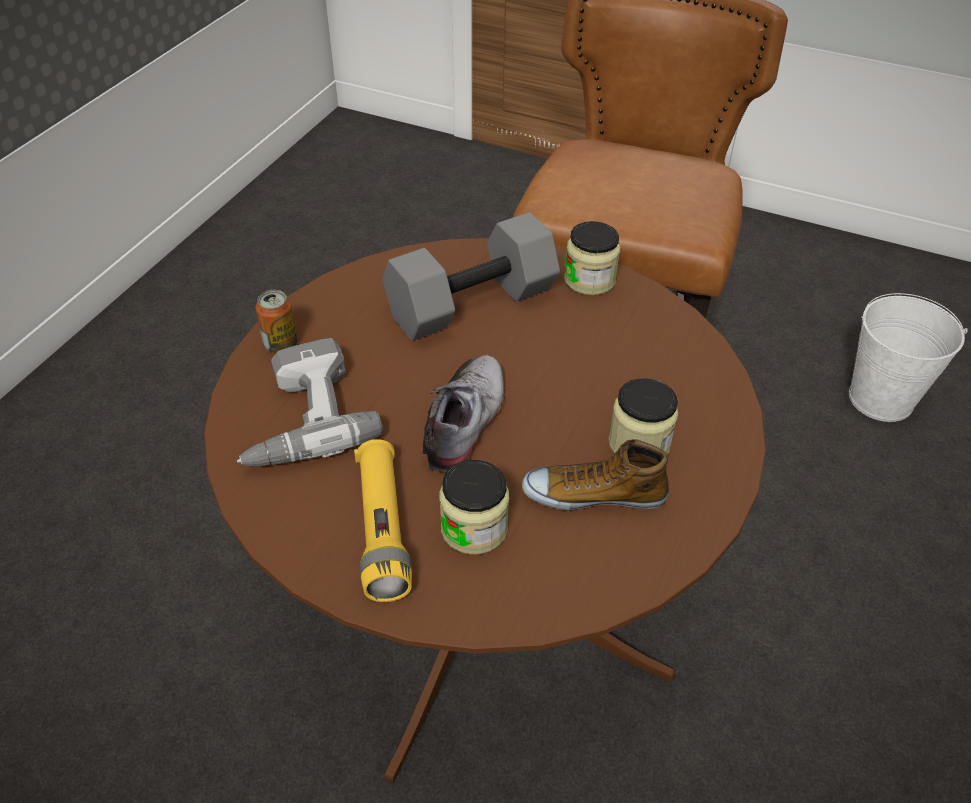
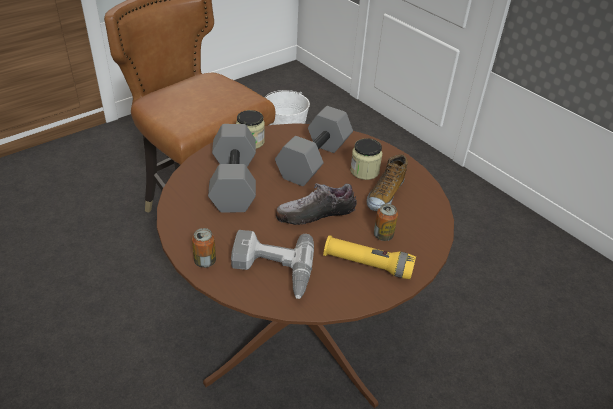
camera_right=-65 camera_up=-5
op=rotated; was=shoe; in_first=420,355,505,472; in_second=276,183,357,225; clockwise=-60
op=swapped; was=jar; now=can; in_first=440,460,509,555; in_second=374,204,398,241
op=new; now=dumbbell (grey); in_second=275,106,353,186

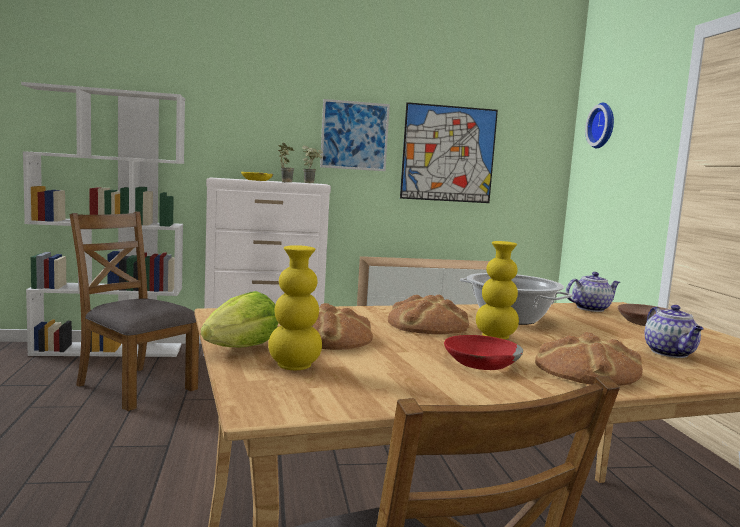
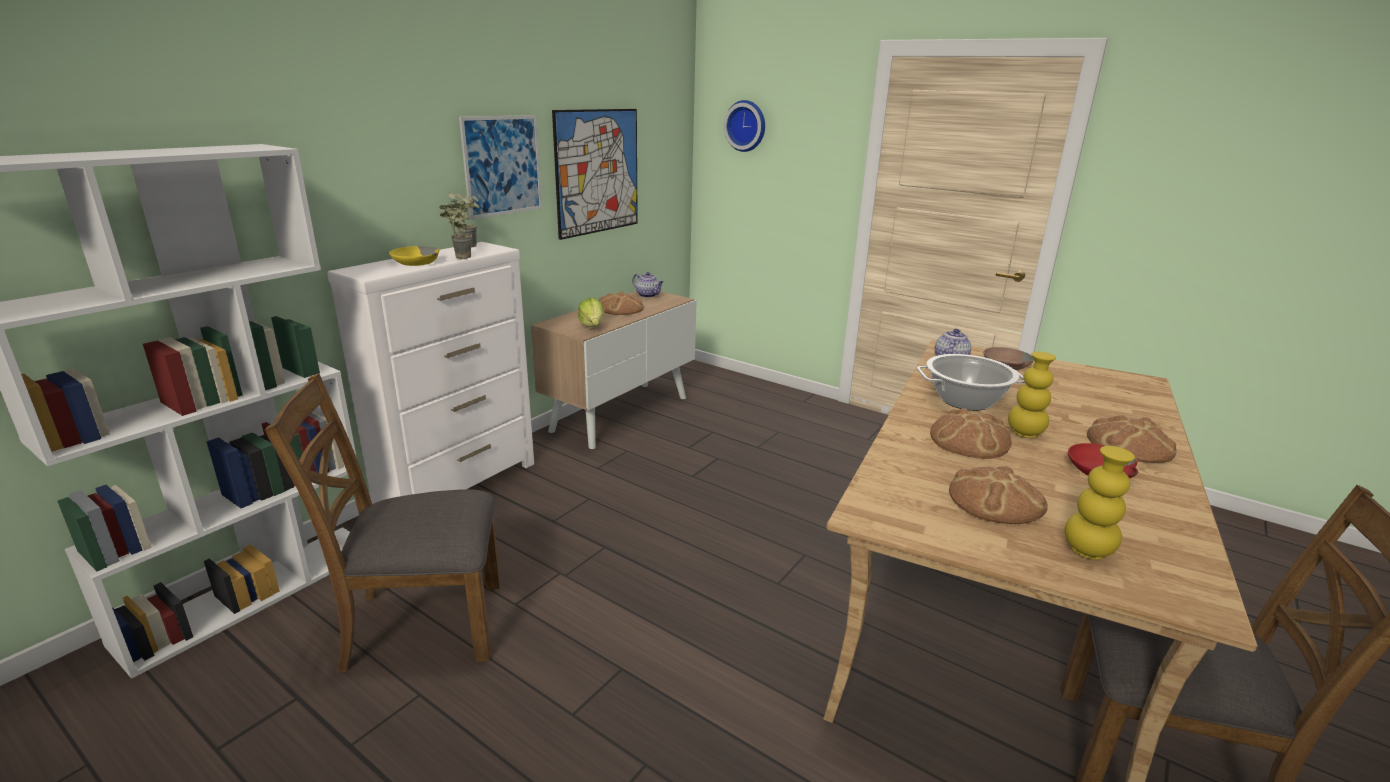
camera_right=-45 camera_up=15
op=shifted; was=lettuce; in_first=201,291,279,347; in_second=578,298,604,327
op=shifted; was=teapot; in_first=644,305,704,358; in_second=632,272,664,298
op=new; now=bread; in_second=599,291,644,315

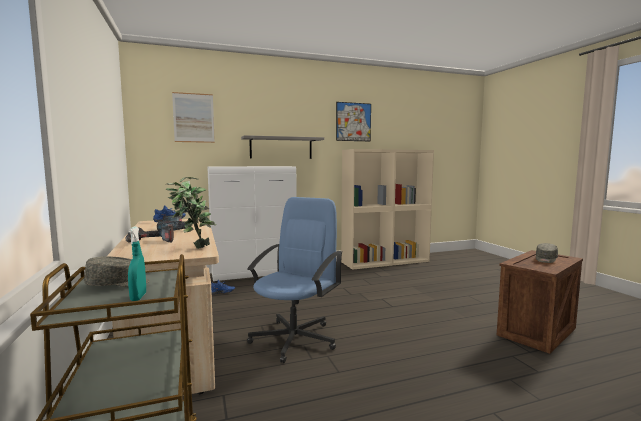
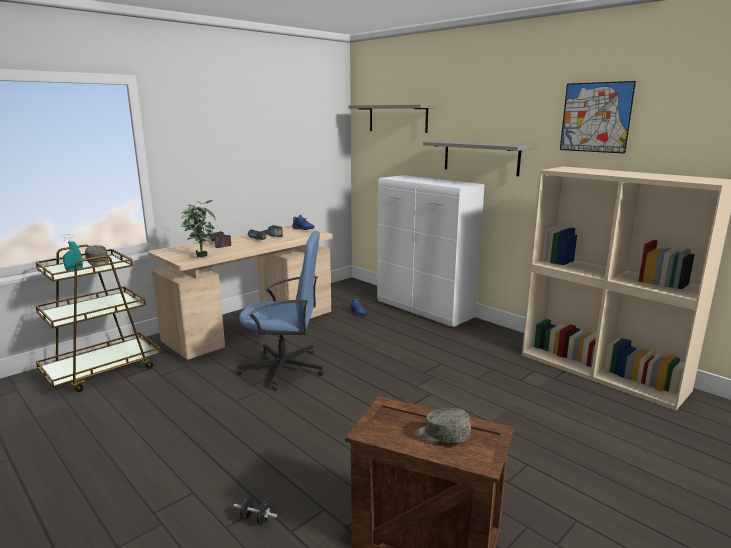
camera_right=65 camera_up=10
op=swapped; was=picture; now=shelf (grey); in_first=172,92,215,143; in_second=349,105,436,133
op=new; now=dumbbell (black); in_second=233,497,277,524

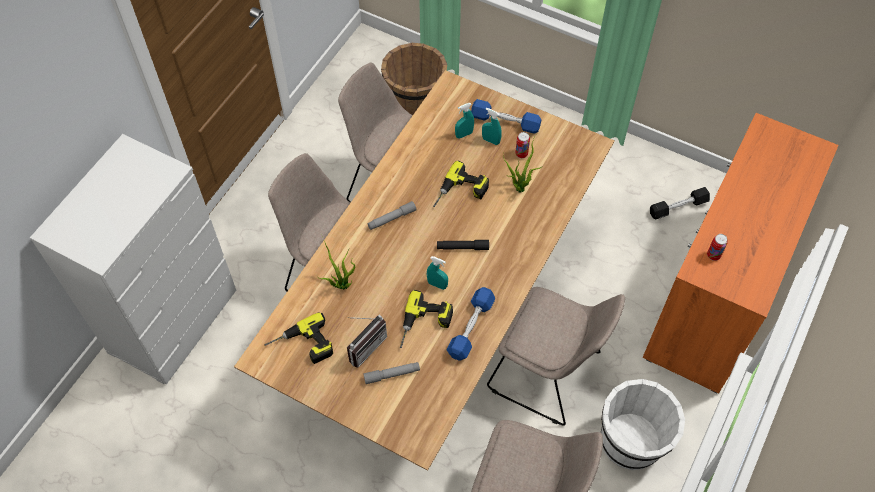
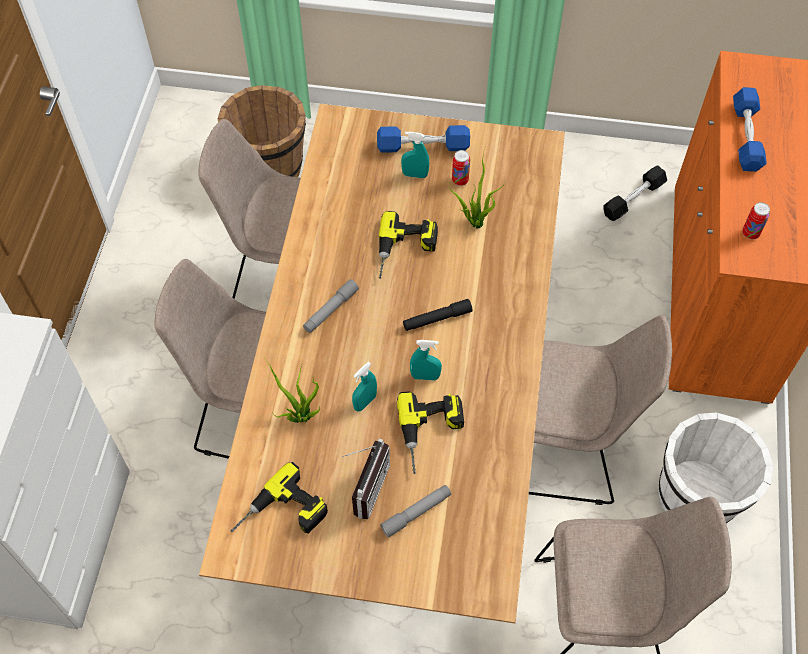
camera_right=-20 camera_up=0
op=shifted; was=dumbbell (blue); in_first=447,287,495,360; in_second=733,87,767,172
op=shifted; was=spray bottle (turquoise); in_first=455,103,474,139; in_second=352,362,377,412

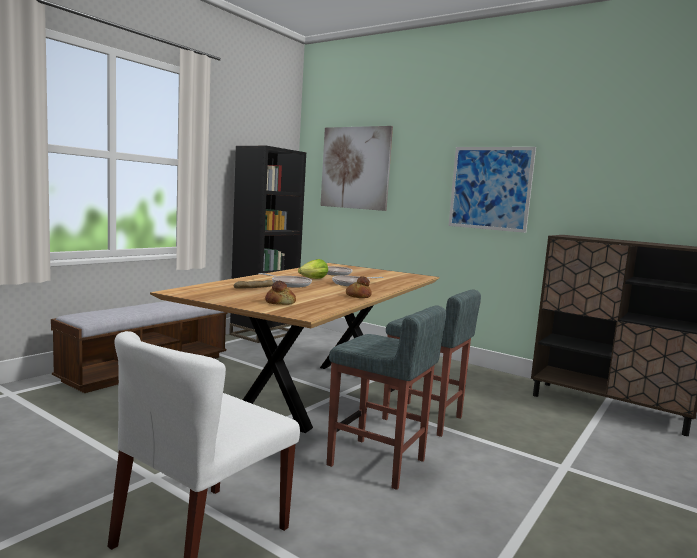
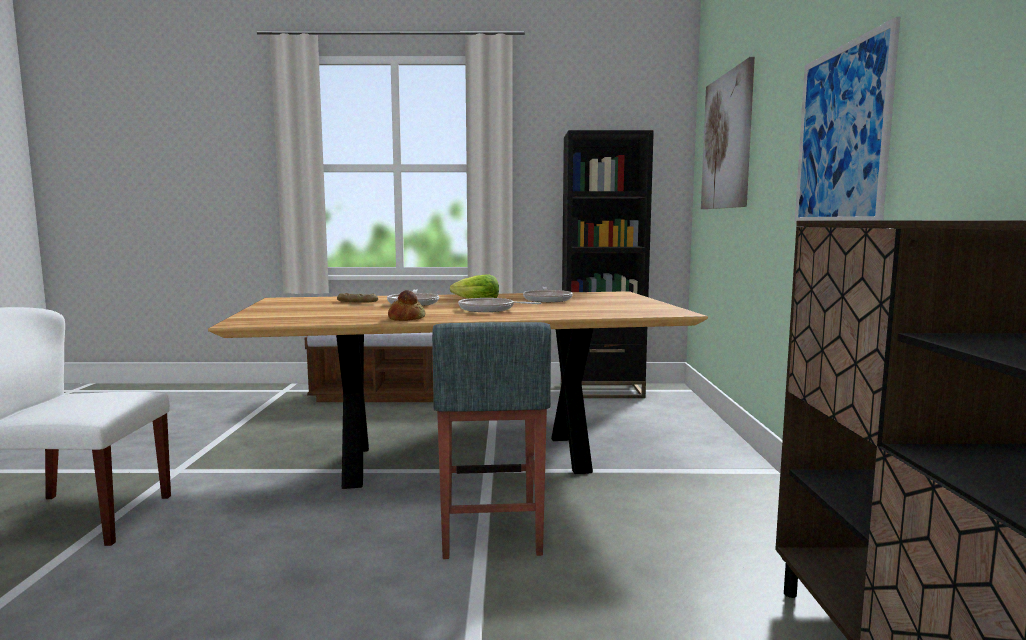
camera_right=55 camera_up=0
op=gone; was=bread; in_first=265,281,296,305
op=gone; was=stool (grey); in_first=327,305,446,490

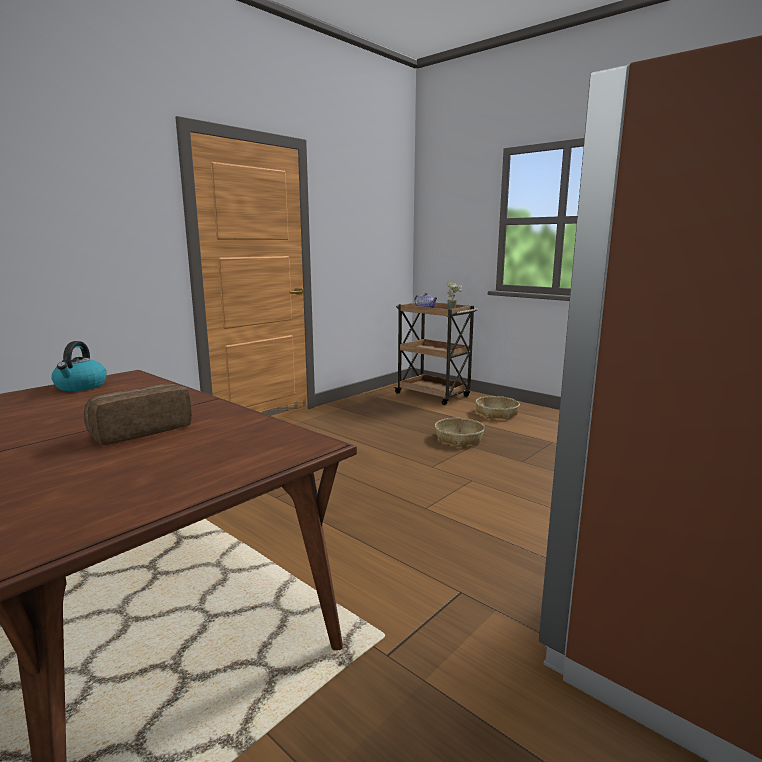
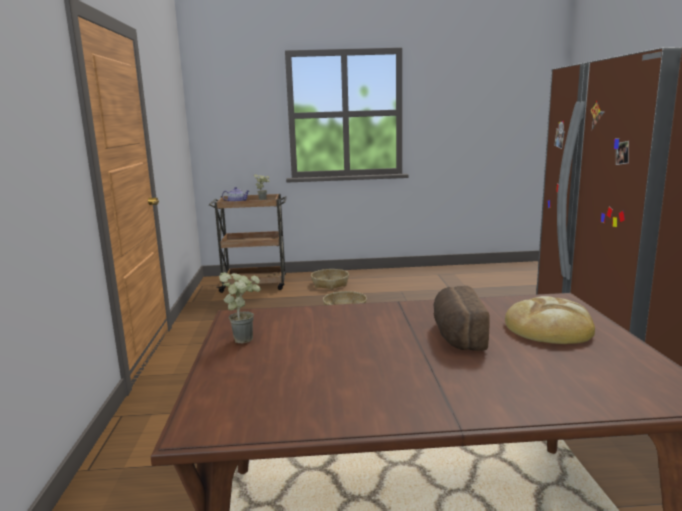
camera_right=-45 camera_up=0
op=swapped; was=kettle; now=potted plant; in_first=51,341,107,391; in_second=219,272,261,344
op=new; now=bread; in_second=505,296,595,344

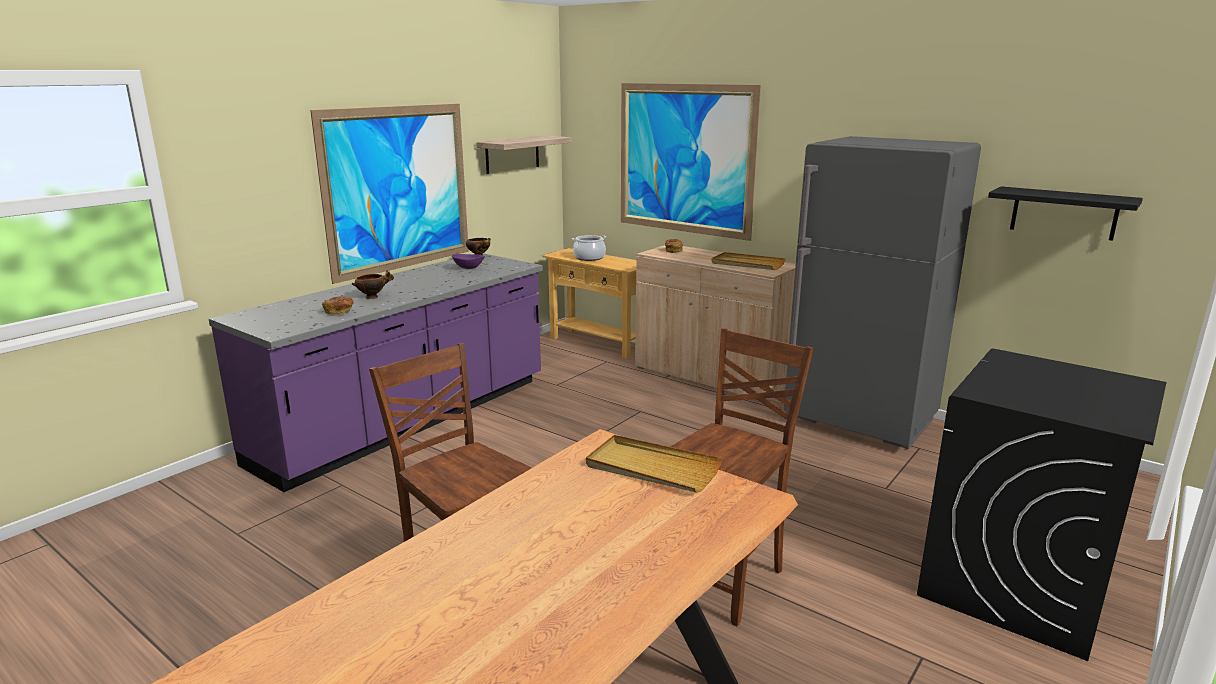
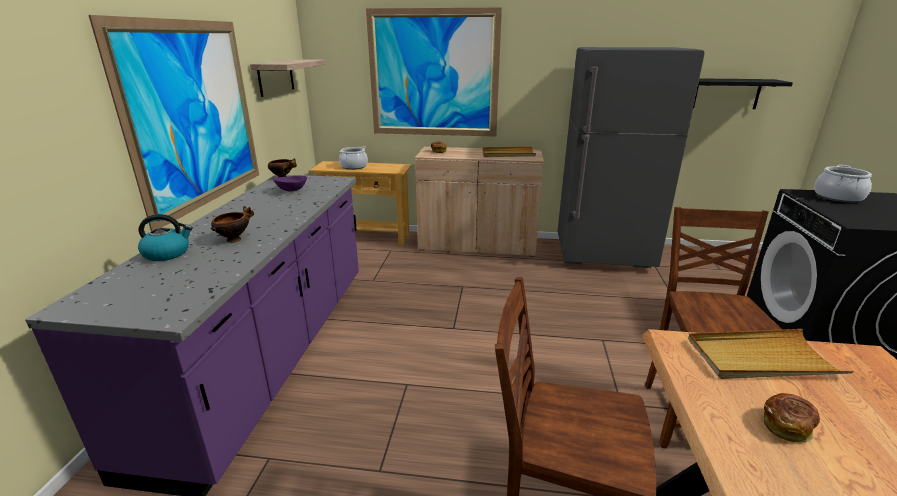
camera_right=-30 camera_up=5
op=shifted; was=bread; in_first=322,296,354,315; in_second=764,393,820,443
op=new; now=kettle; in_second=138,214,193,261
op=new; now=cooking pot; in_second=815,165,872,203

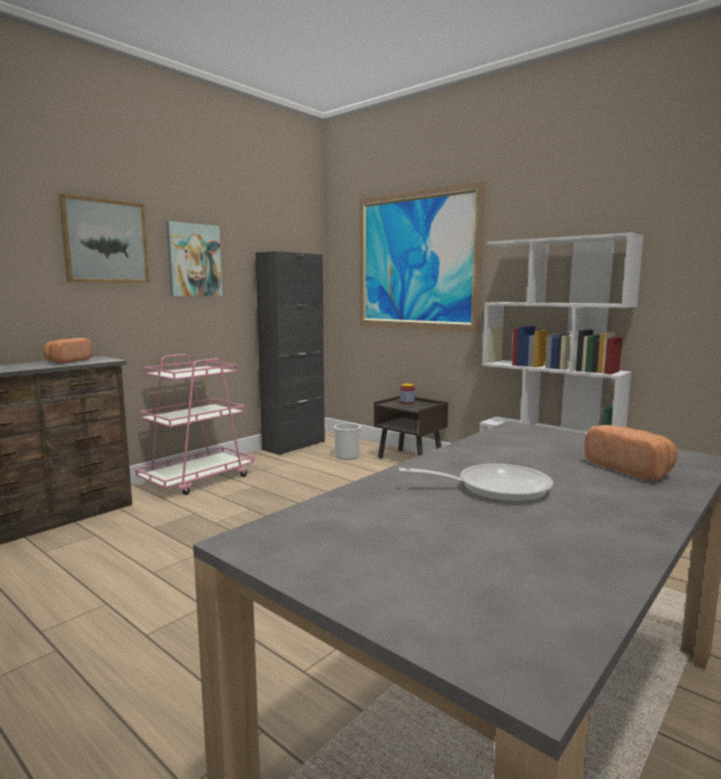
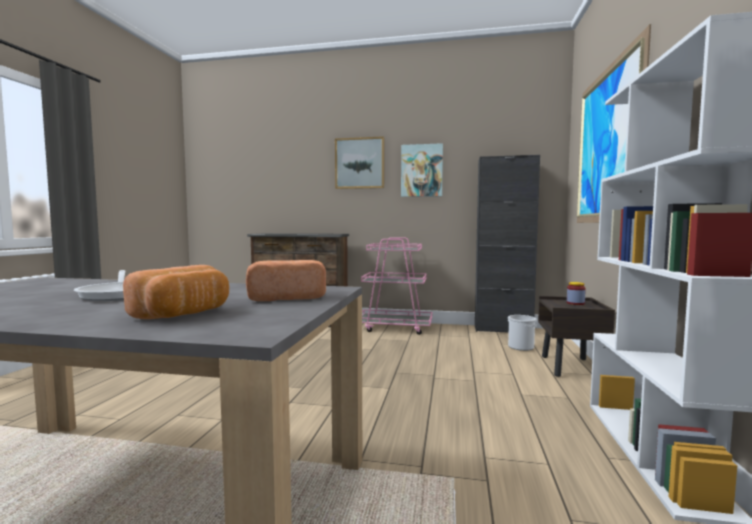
camera_right=60 camera_up=-5
op=shifted; was=bread; in_first=43,338,92,364; in_second=246,260,326,301

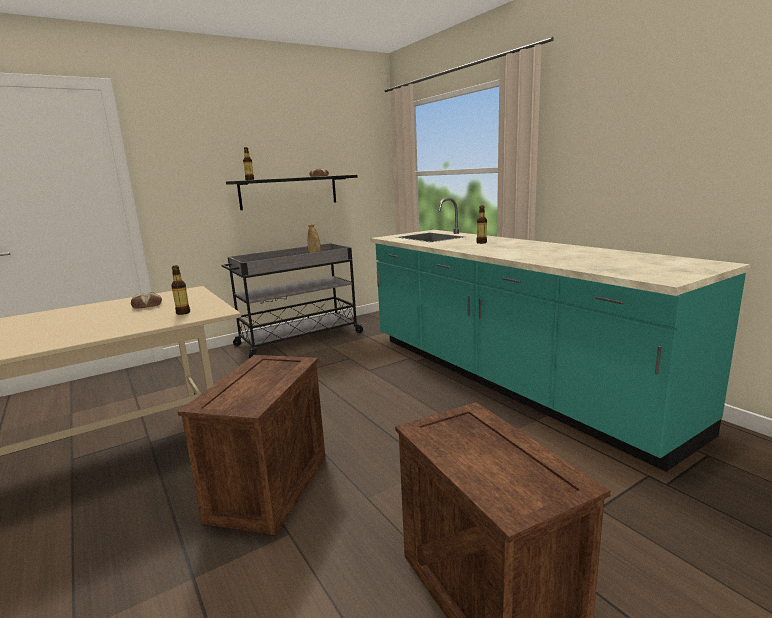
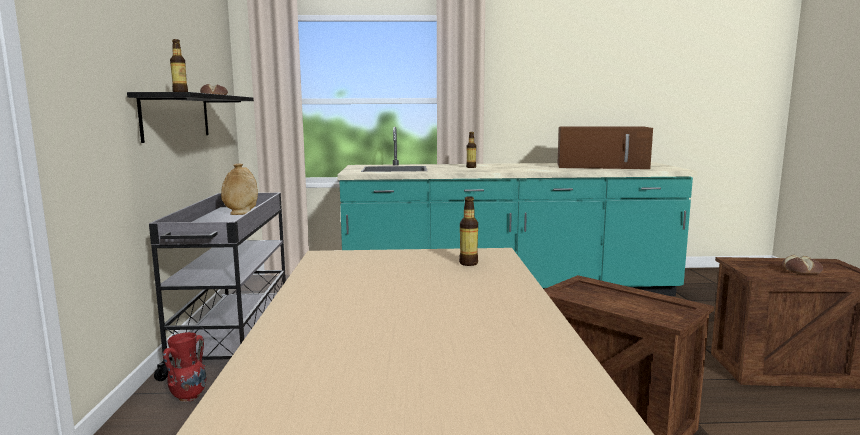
camera_right=-60 camera_up=-5
op=shifted; was=bread; in_first=131,292,162,309; in_second=782,255,823,274
op=new; now=vase (red); in_second=163,332,206,402
op=new; now=microwave (brown); in_second=557,127,653,169

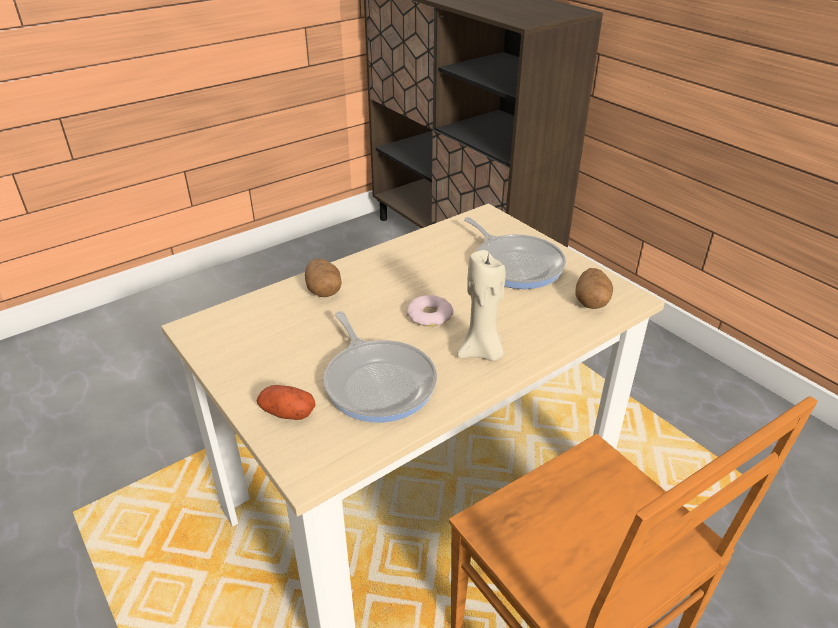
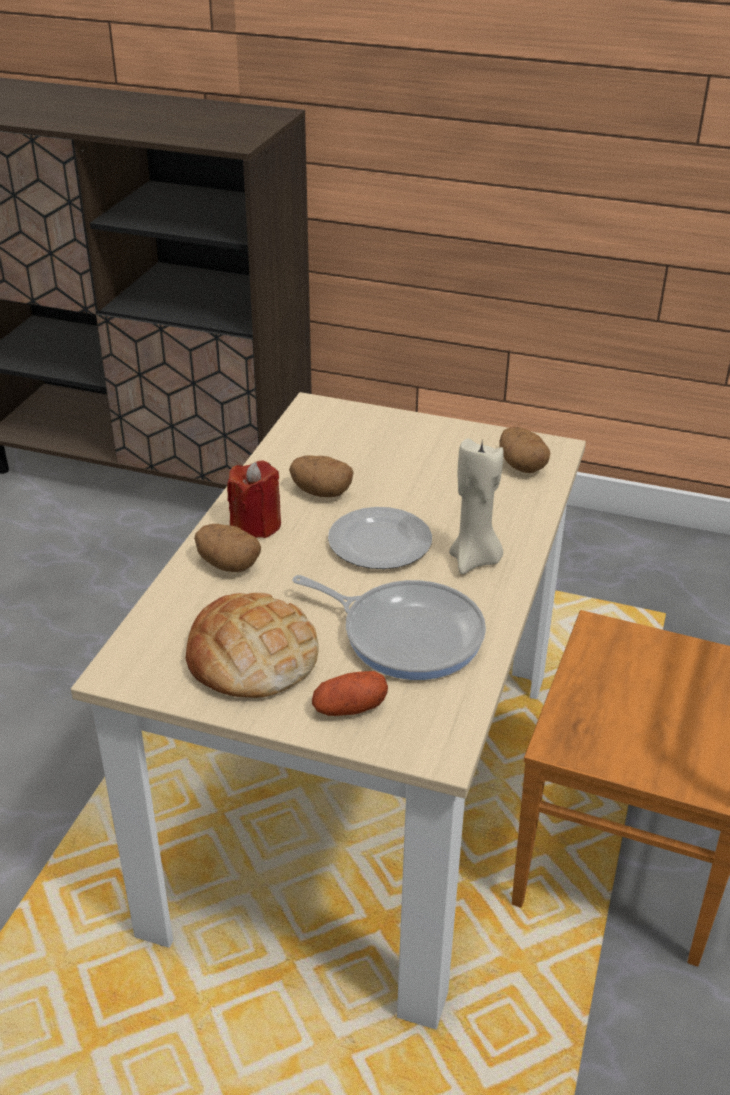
camera_right=-35 camera_up=0
op=swapped; was=donut; now=plate; in_first=406,295,453,327; in_second=328,507,432,569
op=gone; was=frying pan; in_first=464,217,566,289
op=new; now=bread; in_second=186,593,318,698
op=new; now=candle (red); in_second=227,460,281,538
op=new; now=potato; in_second=289,455,354,497

